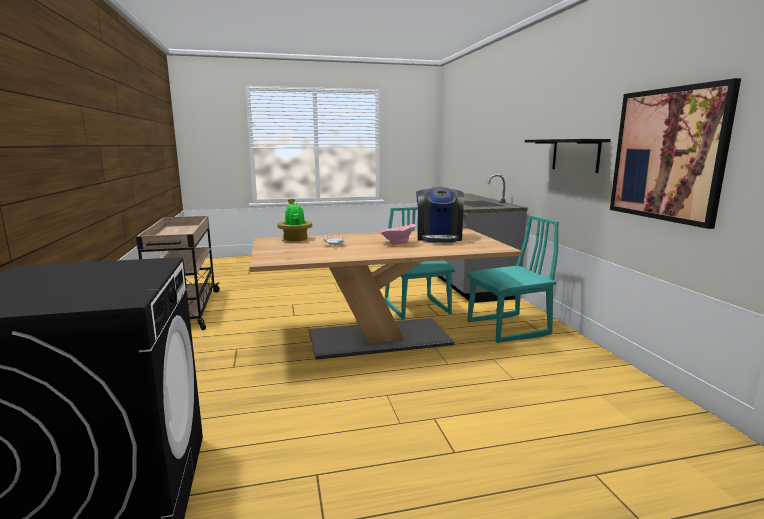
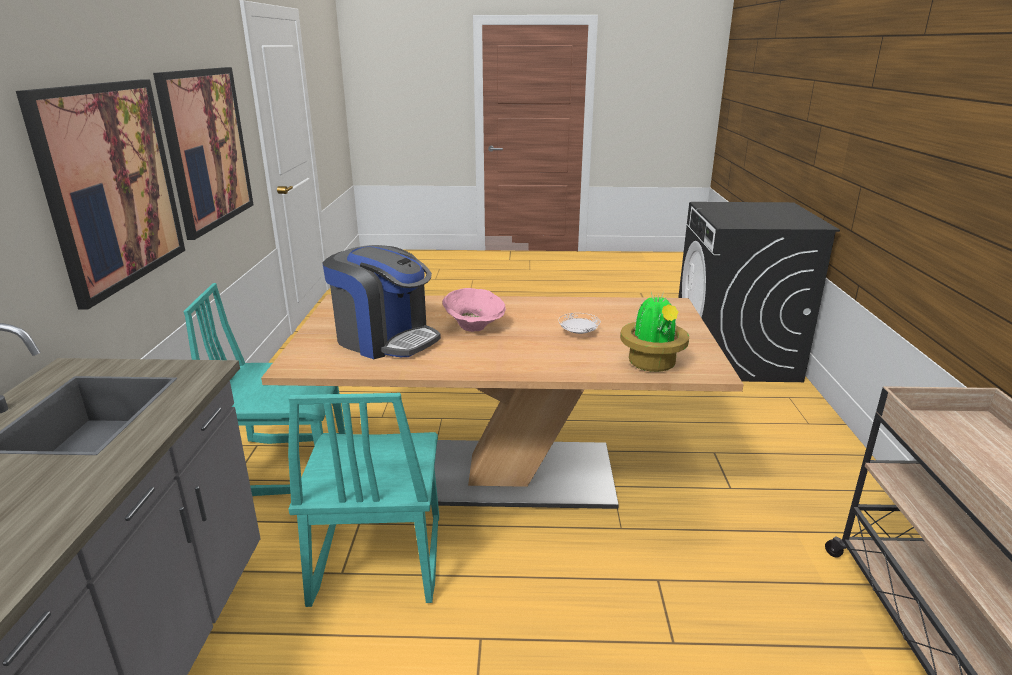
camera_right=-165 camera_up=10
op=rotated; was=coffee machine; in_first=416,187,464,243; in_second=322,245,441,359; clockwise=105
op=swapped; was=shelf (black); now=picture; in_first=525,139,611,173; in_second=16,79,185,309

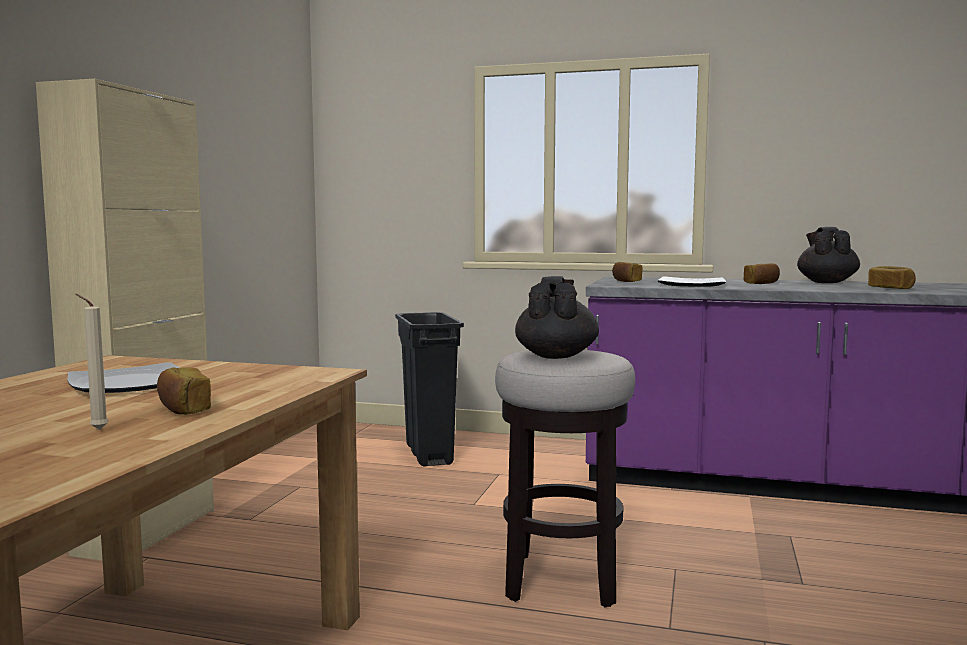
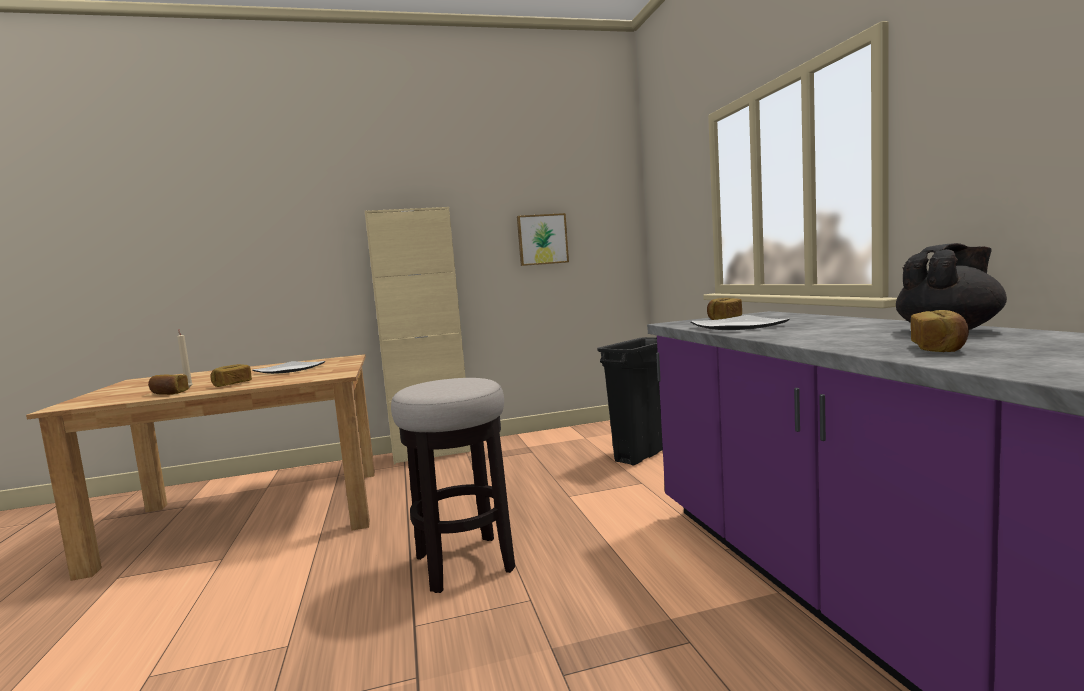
camera_right=60 camera_up=0
op=gone; was=teapot (black); in_first=515,276,599,359
op=shifted; was=bread; in_first=744,263,780,284; in_second=148,375,189,395
op=new; now=picture; in_second=517,213,569,266

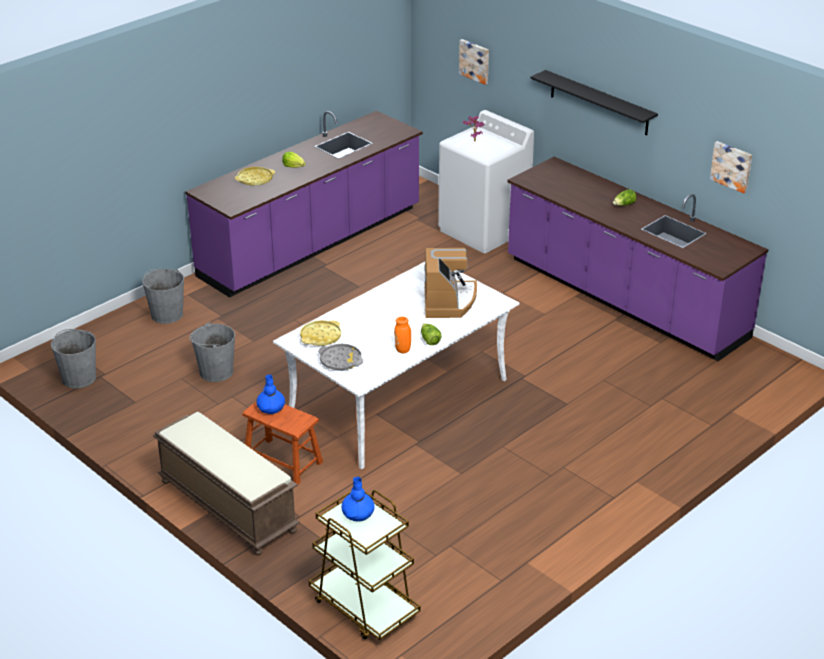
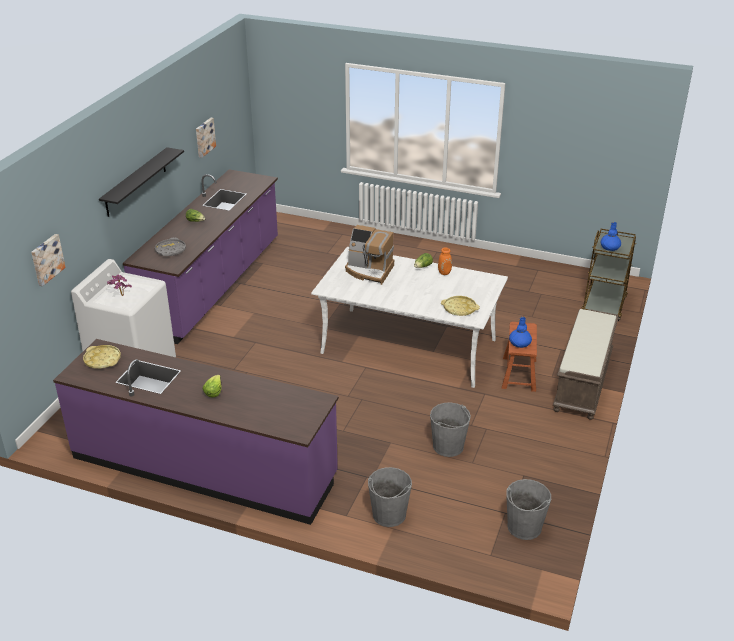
camera_right=-115 camera_up=0
op=shifted; was=tray (yellow); in_first=235,167,275,186; in_second=83,345,121,369
op=shifted; was=tray (grey); in_first=318,344,363,371; in_second=155,238,186,256
op=rotated; was=coffee machine; in_first=425,248,477,318; in_second=345,225,394,285; clockwise=-135

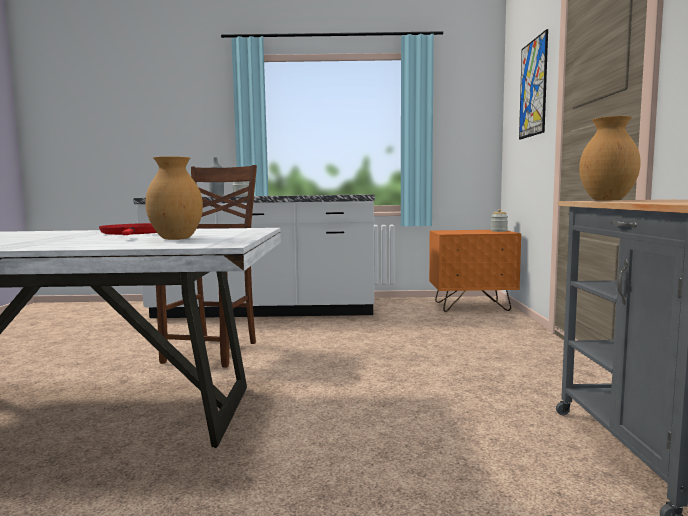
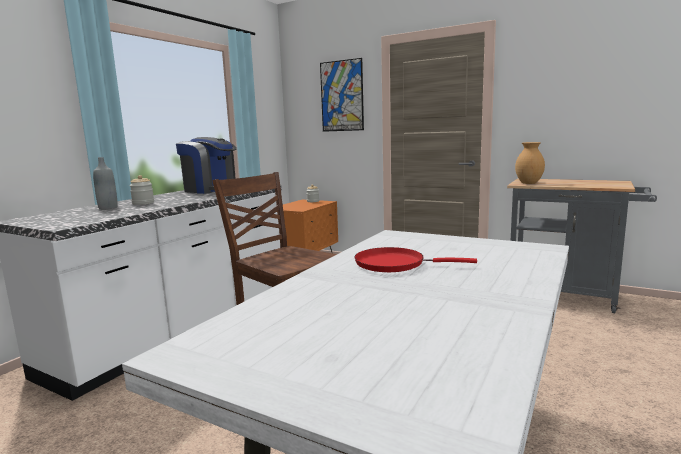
camera_right=-60 camera_up=5
op=gone; was=vase (brown); in_first=145,156,203,240
op=new; now=coffee machine; in_second=176,137,237,194

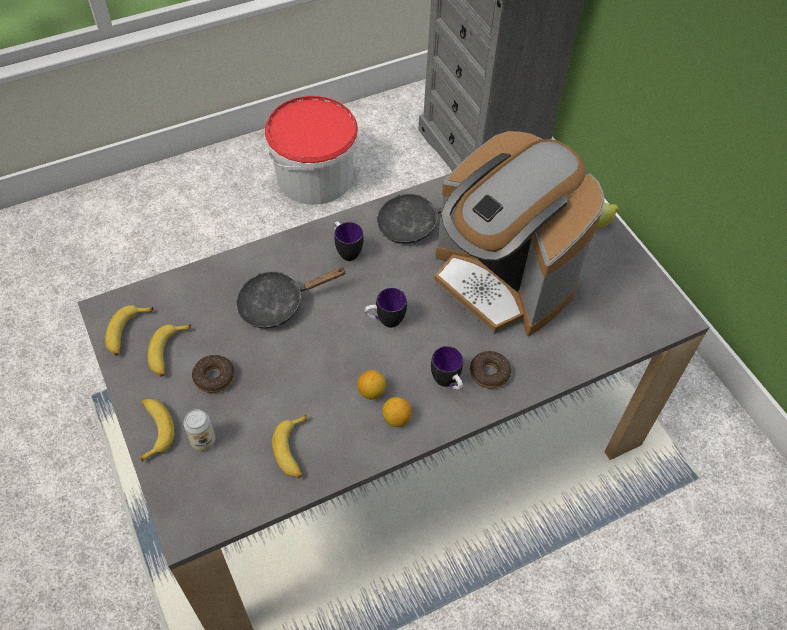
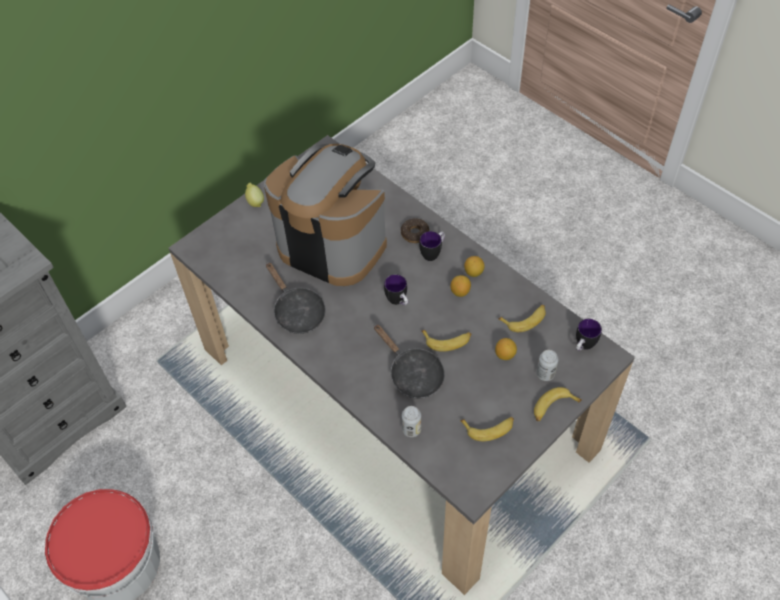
camera_right=-105 camera_up=0
op=shifted; was=banana; in_first=105,305,153,356; in_second=421,330,471,352
op=gone; was=donut; in_first=192,355,234,393
op=shifted; was=mug; in_first=333,221,363,261; in_second=576,319,602,351
op=rotated; was=coffee machine; in_first=434,131,605,336; in_second=264,144,387,286; clockwise=-90
op=new; now=can; in_second=402,406,421,437
op=new; now=lemon; in_second=495,338,517,360

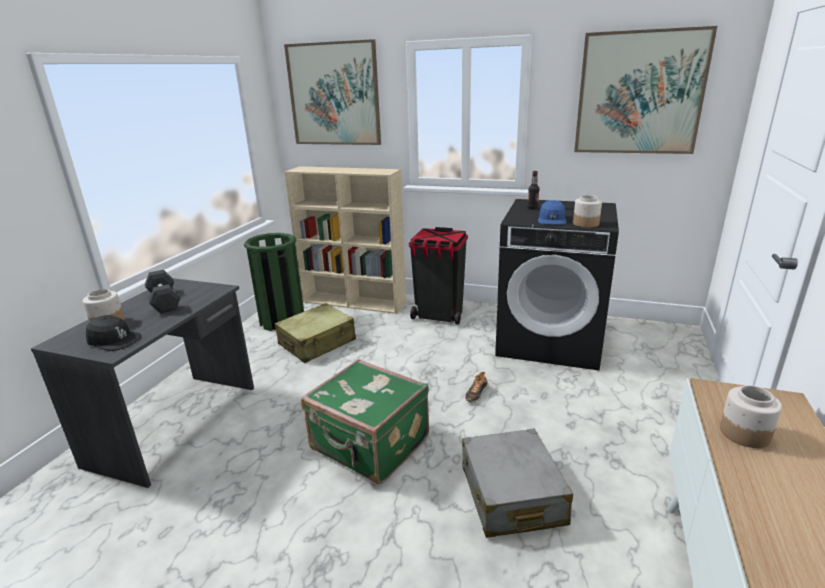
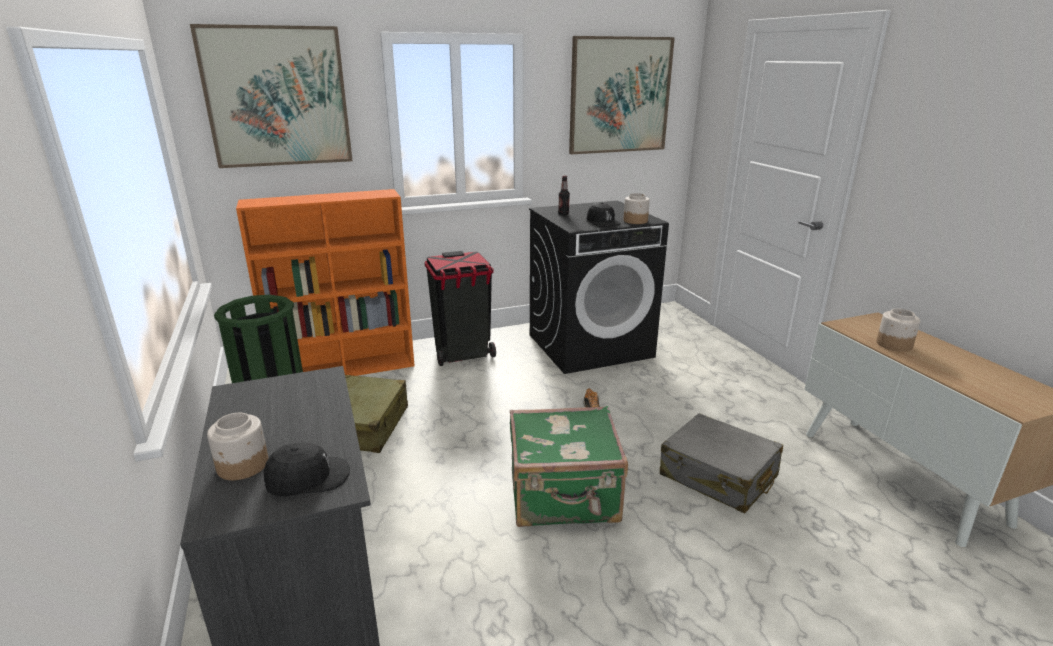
camera_right=-40 camera_up=0
op=gone; was=dumbbell (black); in_first=145,270,181,314
op=repainted; was=bookcase (beige); now=bookcase (orange); in_first=284,166,406,314; in_second=236,189,415,376
op=repainted; was=cap (blue); now=cap (black); in_first=538,200,566,225; in_second=586,202,621,227

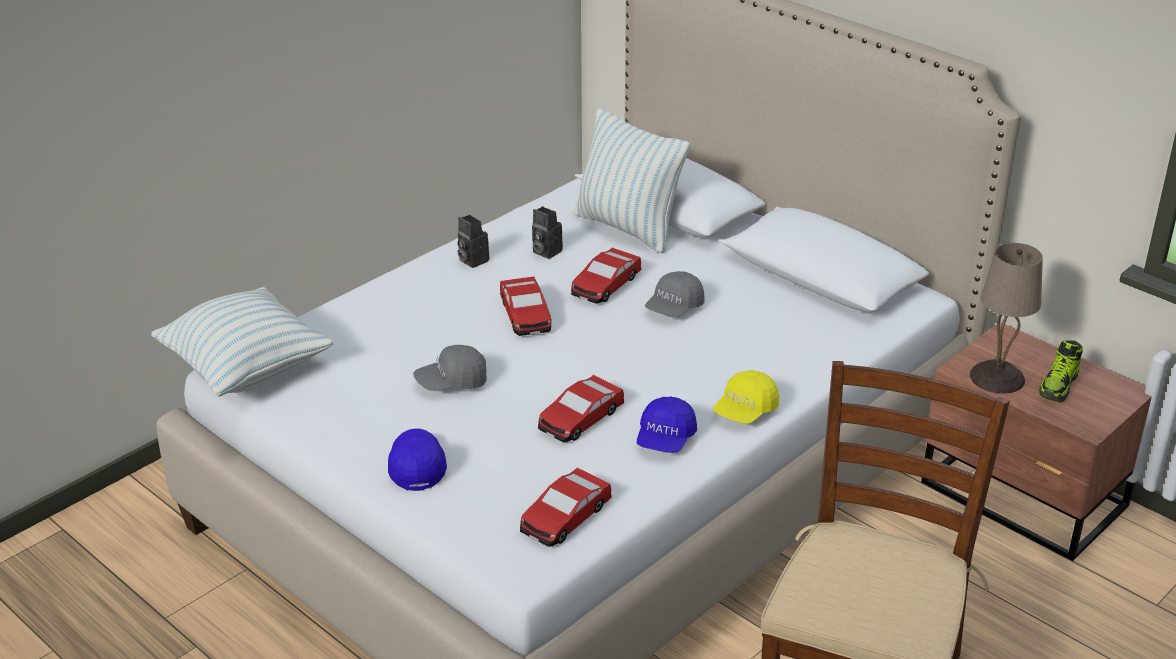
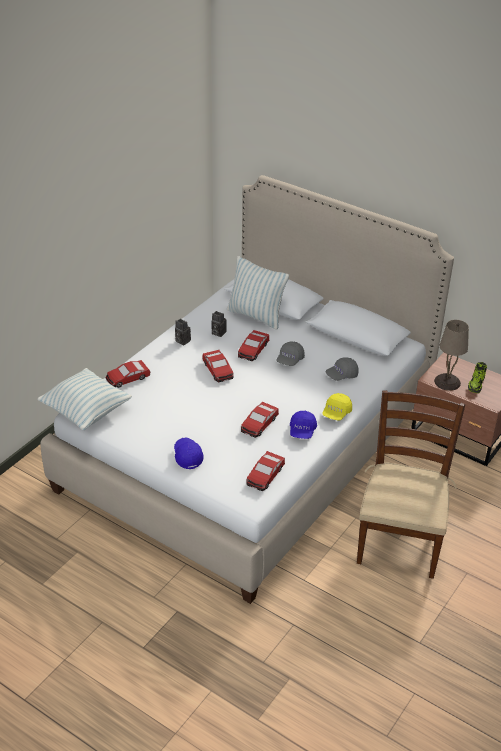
camera_right=-10 camera_up=5
op=shifted; was=cap (grey); in_first=413,345,487,391; in_second=325,357,359,381
op=new; now=toy car; in_second=106,360,150,388

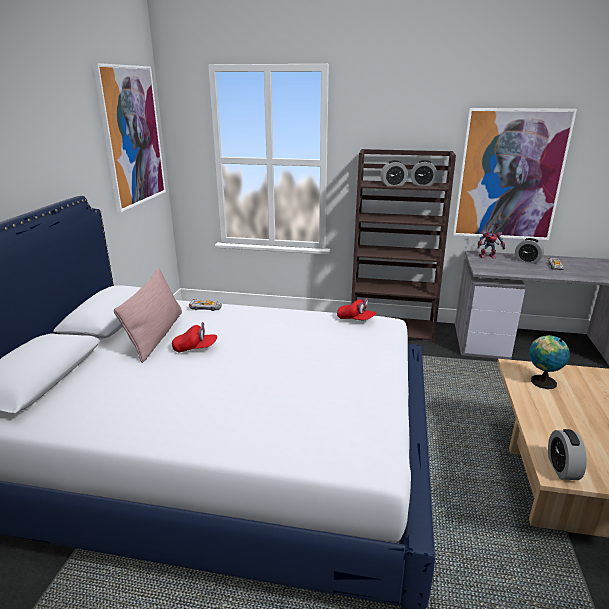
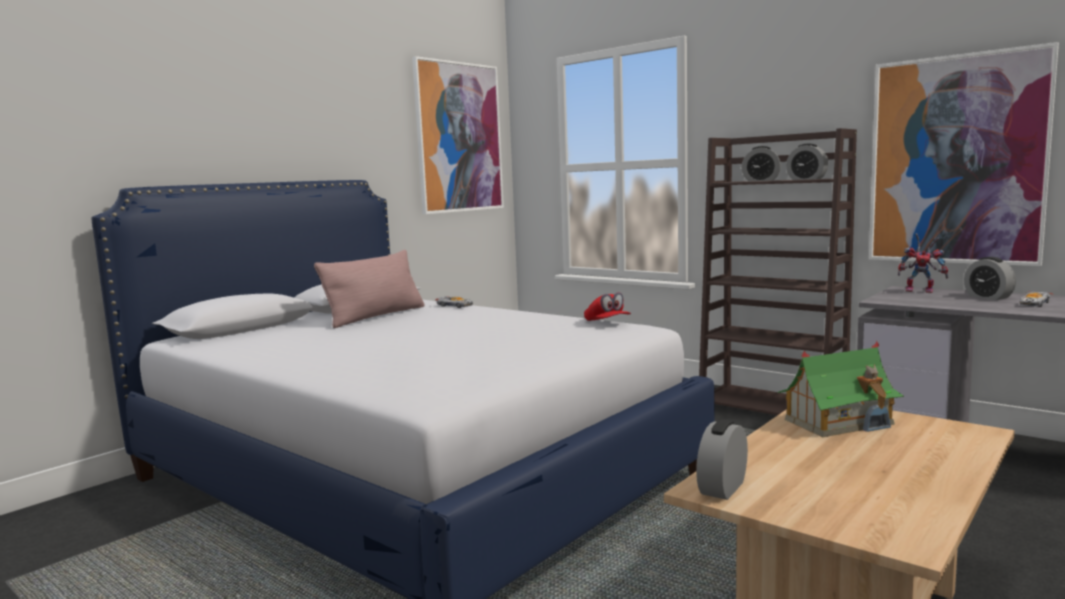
camera_right=30 camera_up=-15
op=gone; was=cap (red); in_first=172,322,217,353
op=swapped; was=globe; now=toy house; in_first=529,335,570,389; in_second=777,341,904,437

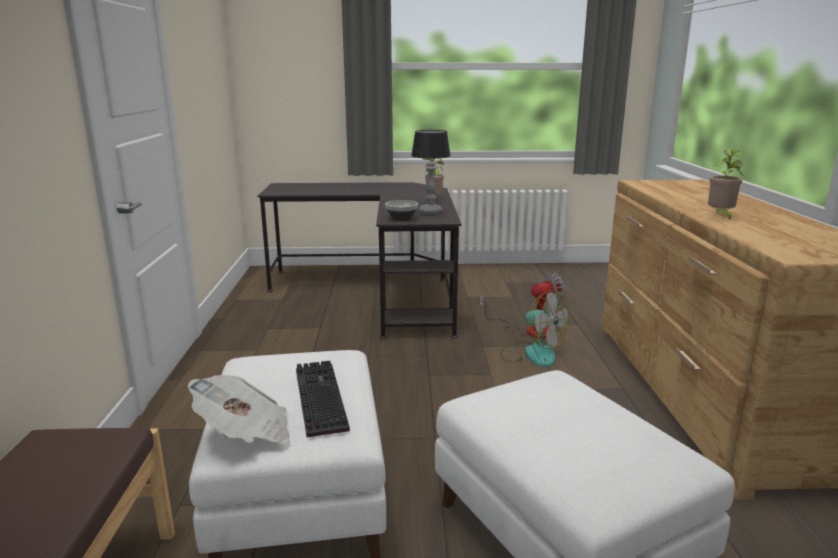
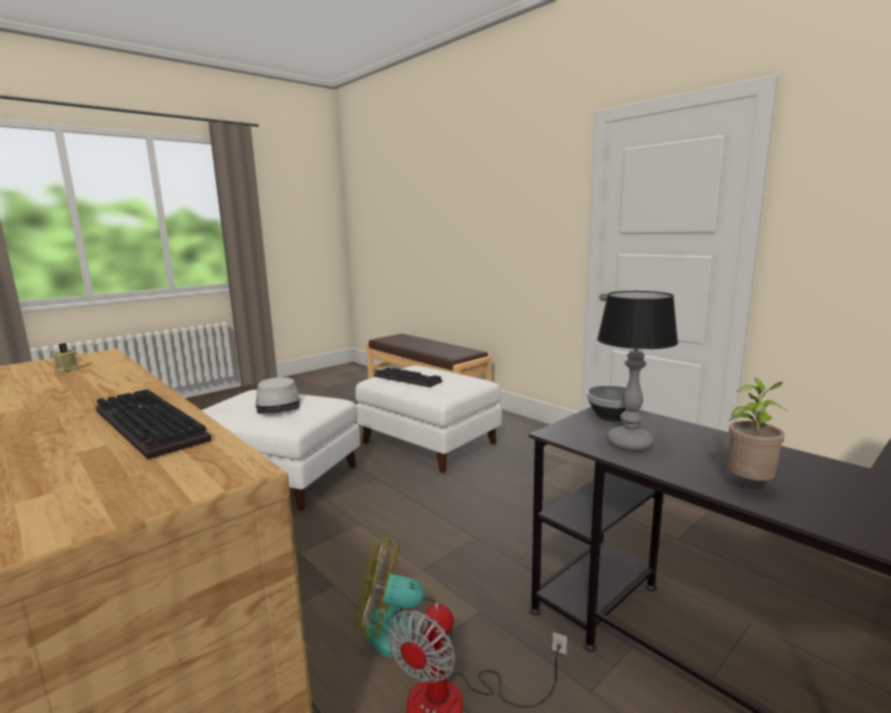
camera_right=140 camera_up=-5
op=gone; was=newspaper; in_first=188,375,290,444
op=gone; was=potted plant; in_first=708,149,744,220
op=new; now=candle (beige); in_second=53,343,78,373
op=new; now=keyboard; in_second=96,389,212,459
op=new; now=hat (grey); in_second=255,377,301,414

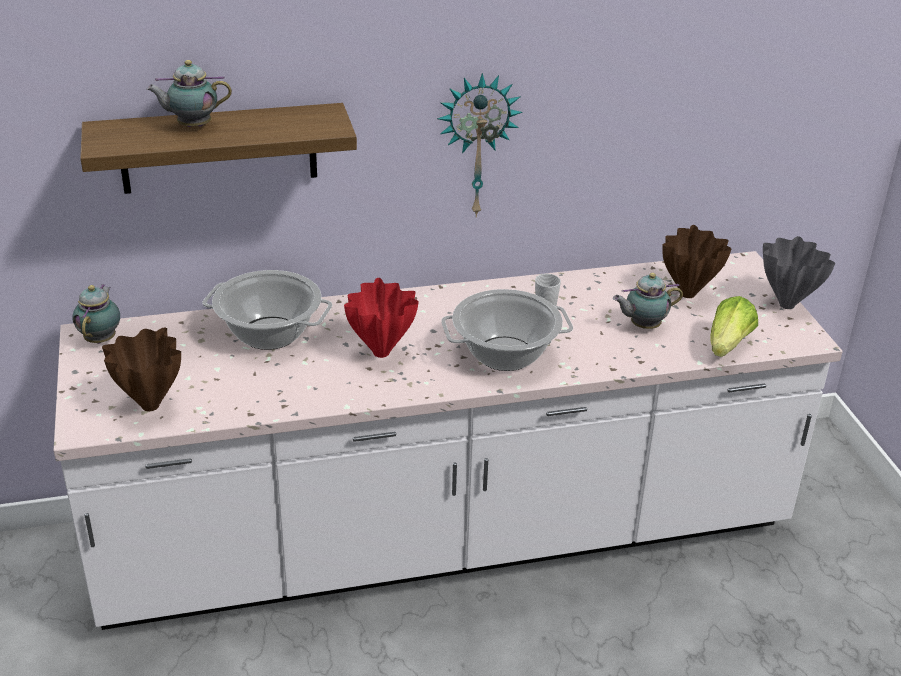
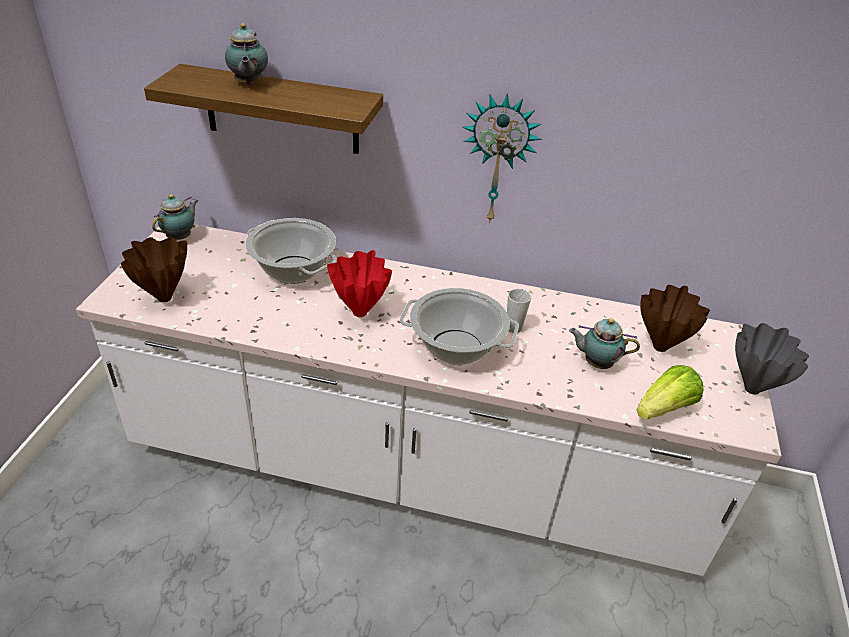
camera_right=25 camera_up=5
op=rotated; was=teapot; in_first=147,60,232,127; in_second=225,23,268,85; clockwise=-120

